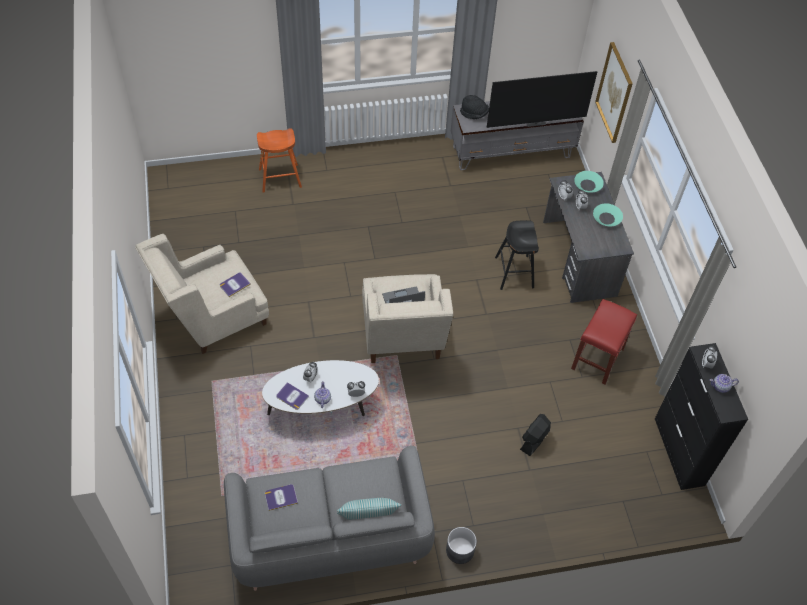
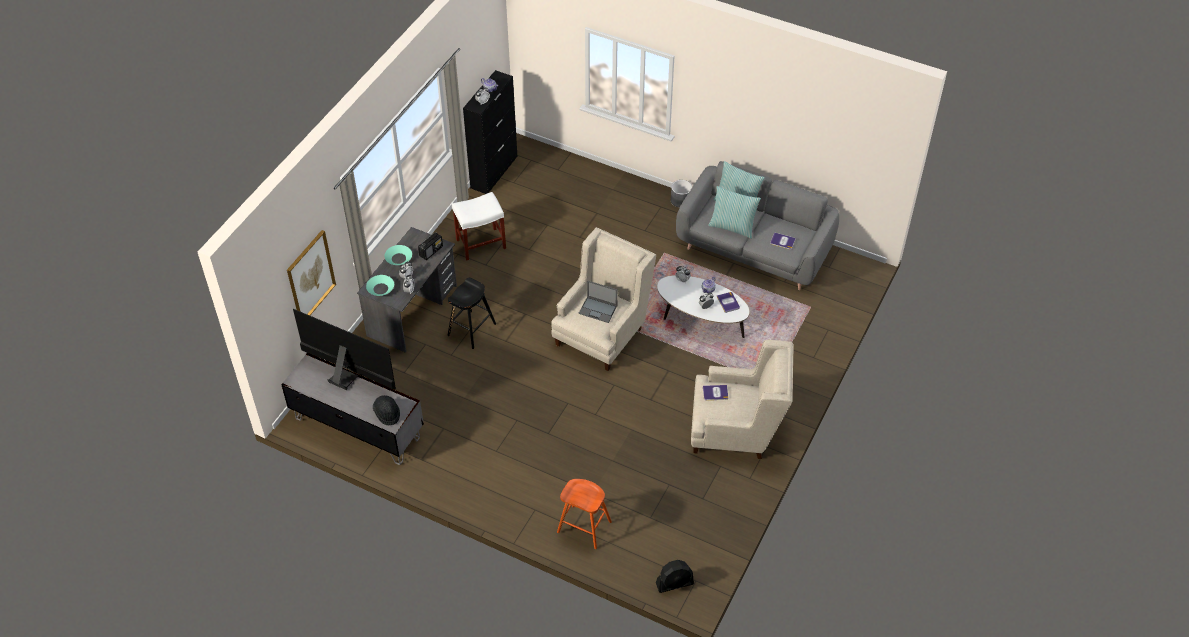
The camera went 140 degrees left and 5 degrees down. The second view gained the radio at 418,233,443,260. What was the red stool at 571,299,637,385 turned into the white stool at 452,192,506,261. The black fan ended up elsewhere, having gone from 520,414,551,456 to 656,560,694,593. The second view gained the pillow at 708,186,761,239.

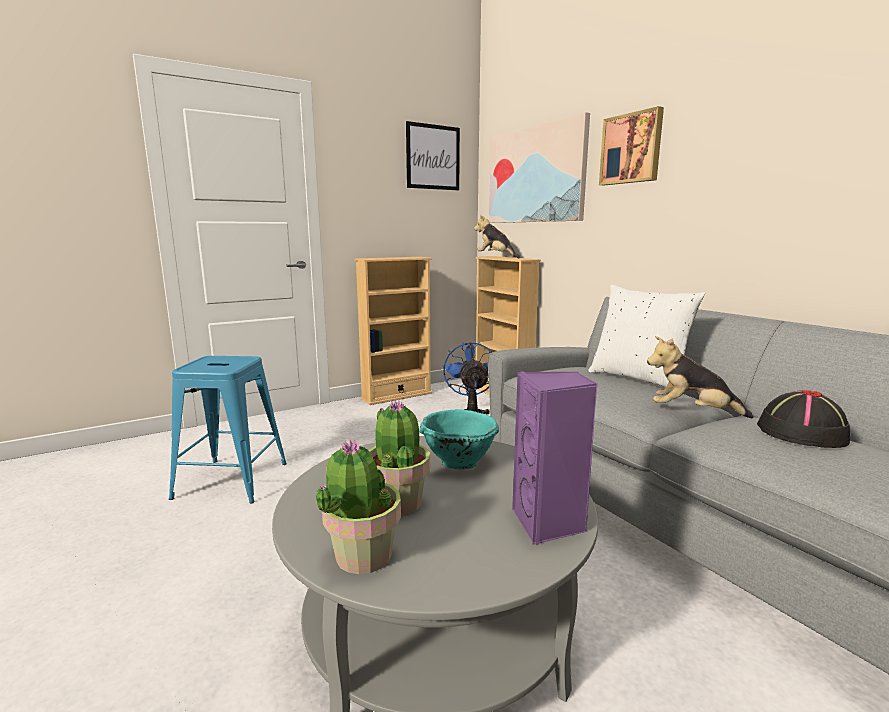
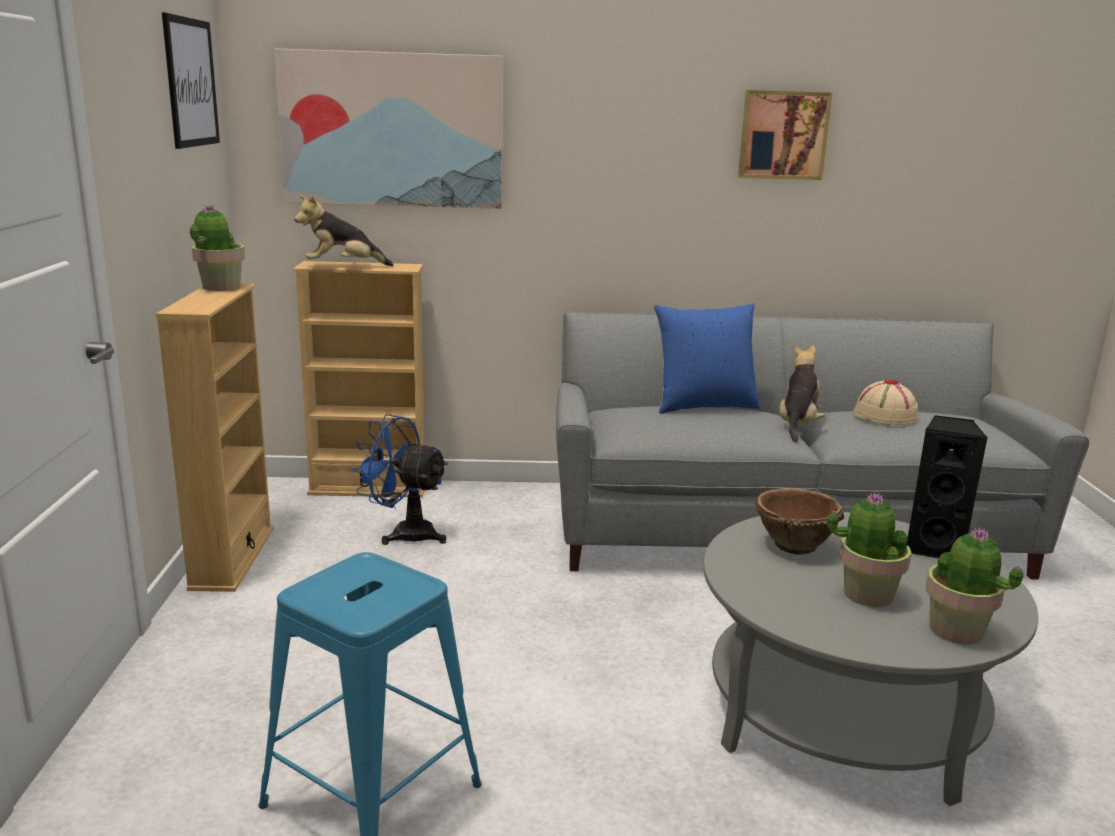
The camera went 60 degrees left and 5 degrees up. The second view gained the potted plant at 190,205,245,291. What was the white pillow at 588,285,705,387 turned into the blue pillow at 654,303,760,414. The picture ended up elsewhere, having gone from 599,106,664,185 to 738,90,833,180. What was the turquoise bowl at 419,409,499,470 turned into the brown bowl at 755,488,844,555. The plush toy at 647,336,753,418 ended up facing another way, 150 degrees clockwise from before. What was the black hat at 757,390,850,448 turned into the beige hat at 853,380,919,425. What was the purple speaker at 512,371,598,545 turned into the black speaker at 907,415,987,558.

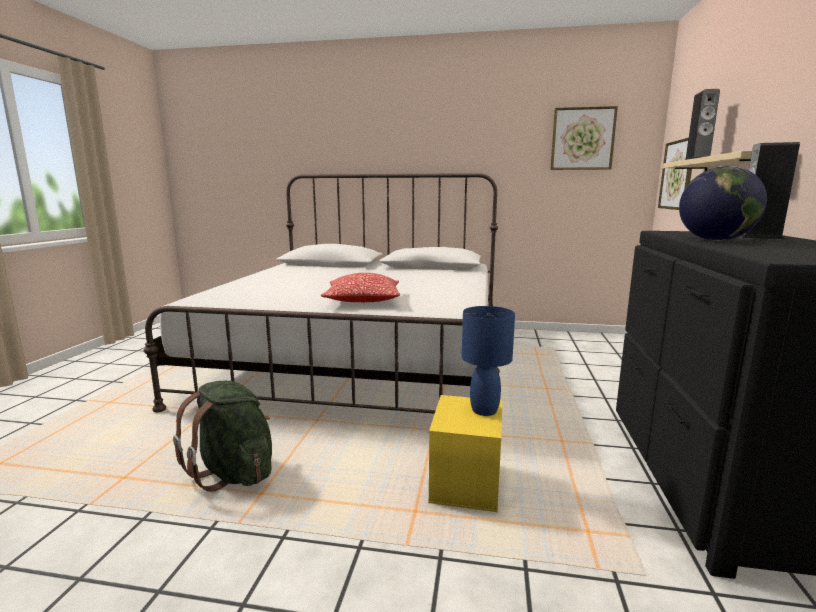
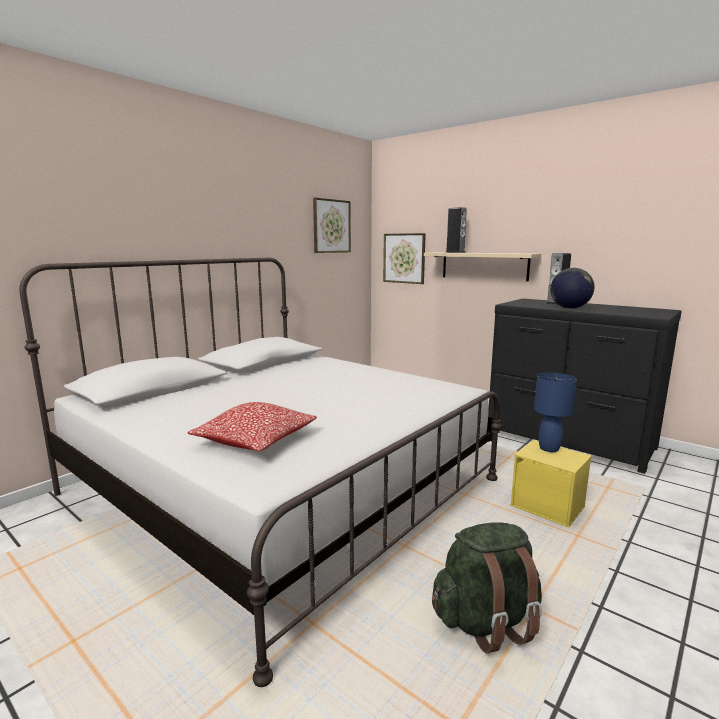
The camera went 60 degrees left and 0 degrees up. The pillow ended up elsewhere, having gone from 321,273,400,302 to 188,402,317,452.

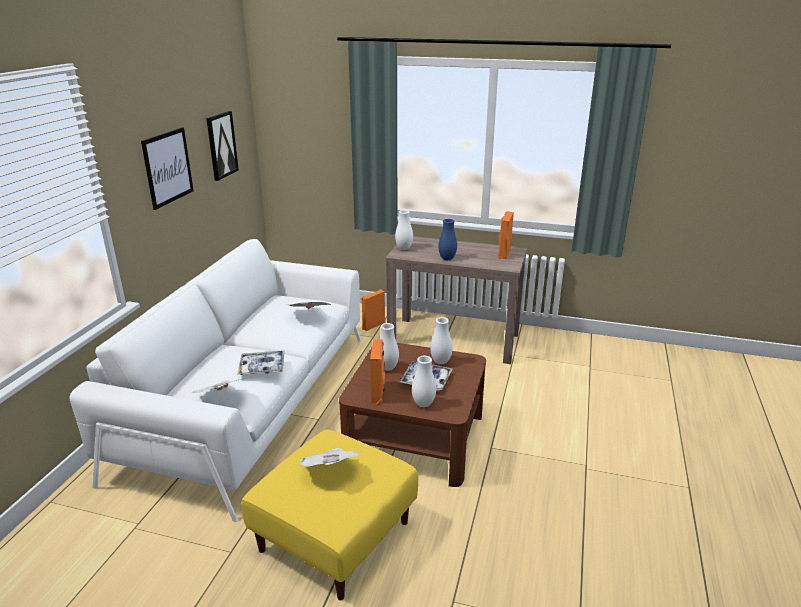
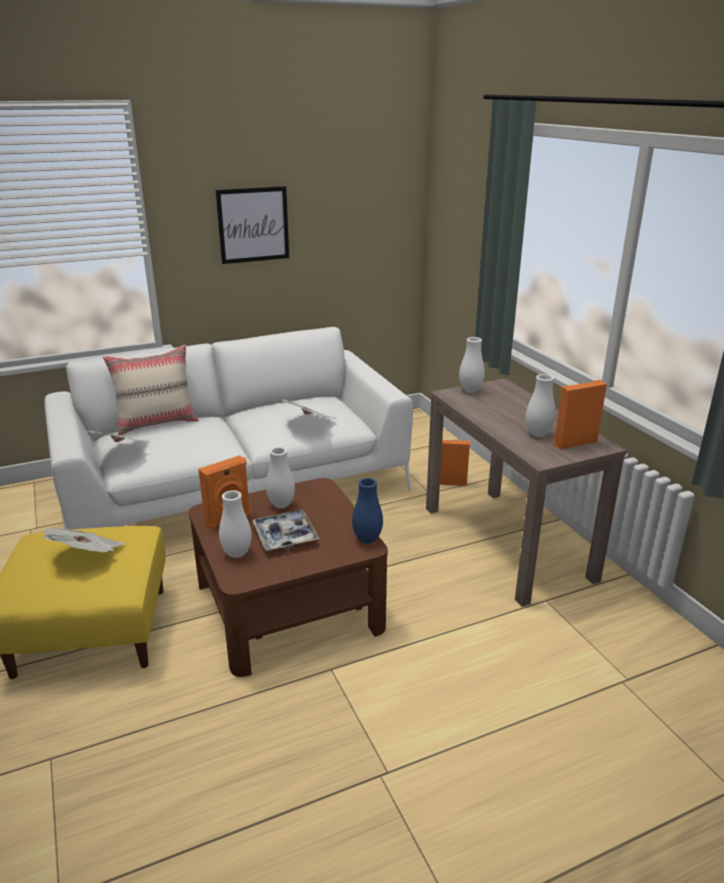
The camera went 50 degrees right and 0 degrees up. The second view gained the beige pillow at 103,345,199,436. The blue vase ended up elsewhere, having gone from 438,219,457,260 to 352,478,383,543. The white vase ended up elsewhere, having gone from 430,317,453,364 to 526,374,556,437. The second view lost the picture at 206,111,239,181. The second view lost the tray at 237,350,284,375.

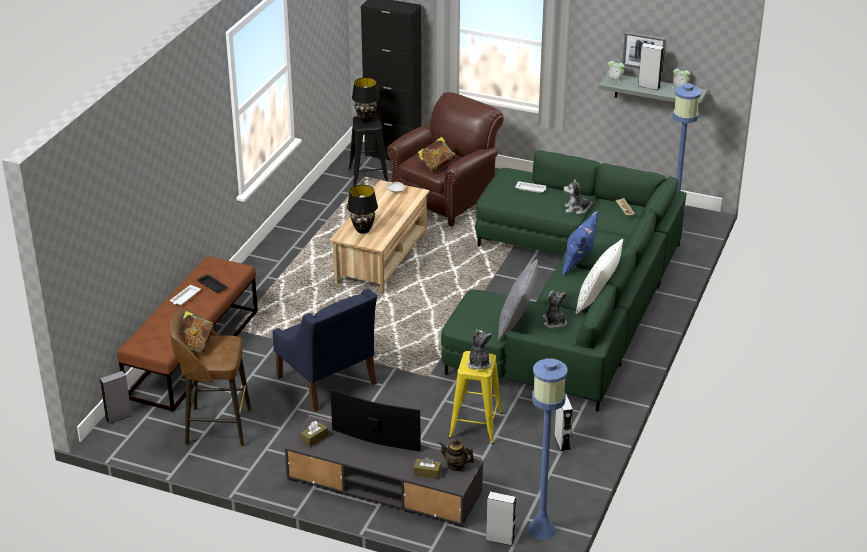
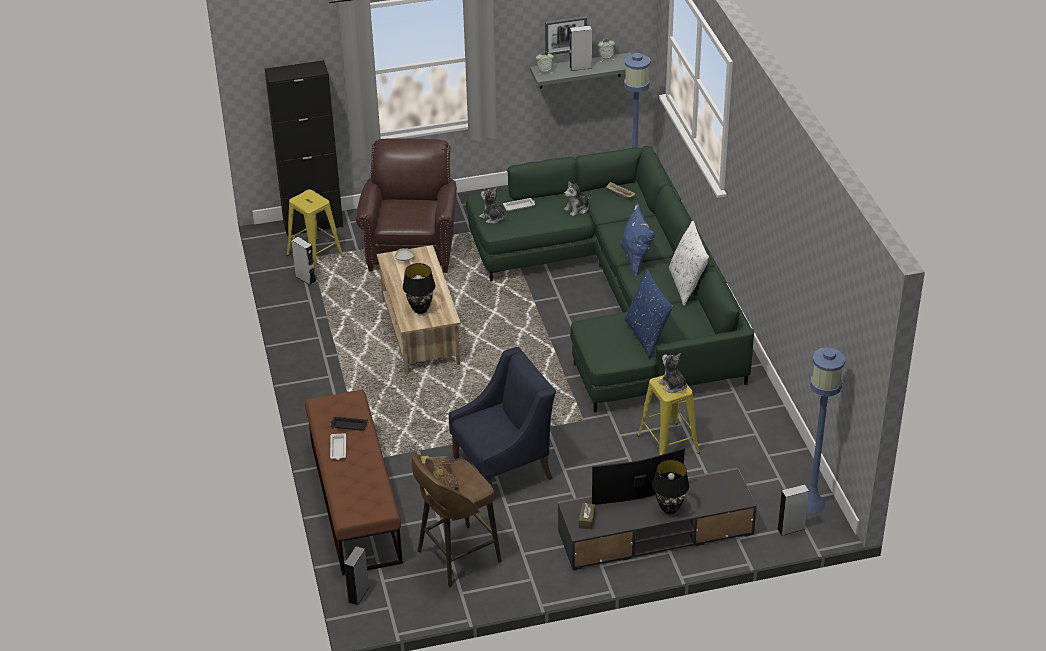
The camera went 35 degrees left and 5 degrees up. What was the black stool at 349,115,388,187 turned into the yellow stool at 286,189,344,268. The grey speaker ended up elsewhere, having gone from 554,394,573,452 to 292,237,317,285. The blue armchair at 272,288,377,412 ended up facing another way, 45 degrees counterclockwise from before. The plush toy ended up elsewhere, having gone from 543,290,567,329 to 479,187,507,224. What was the grey pillow at 498,259,538,340 turned into the blue pillow at 624,269,673,358. The black table lamp ended up elsewhere, having gone from 352,77,380,122 to 652,459,689,514. The second view lost the brown tissue box at 413,457,441,479. The second view lost the book at 418,137,456,173. The second view lost the teapot at 439,439,475,472.

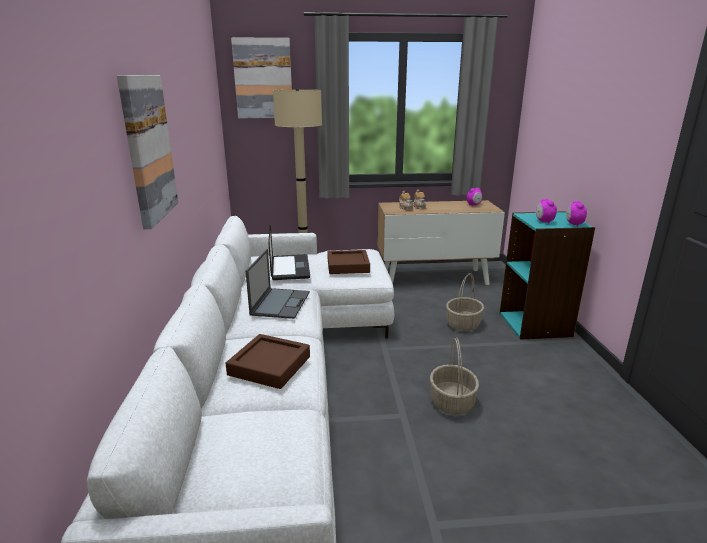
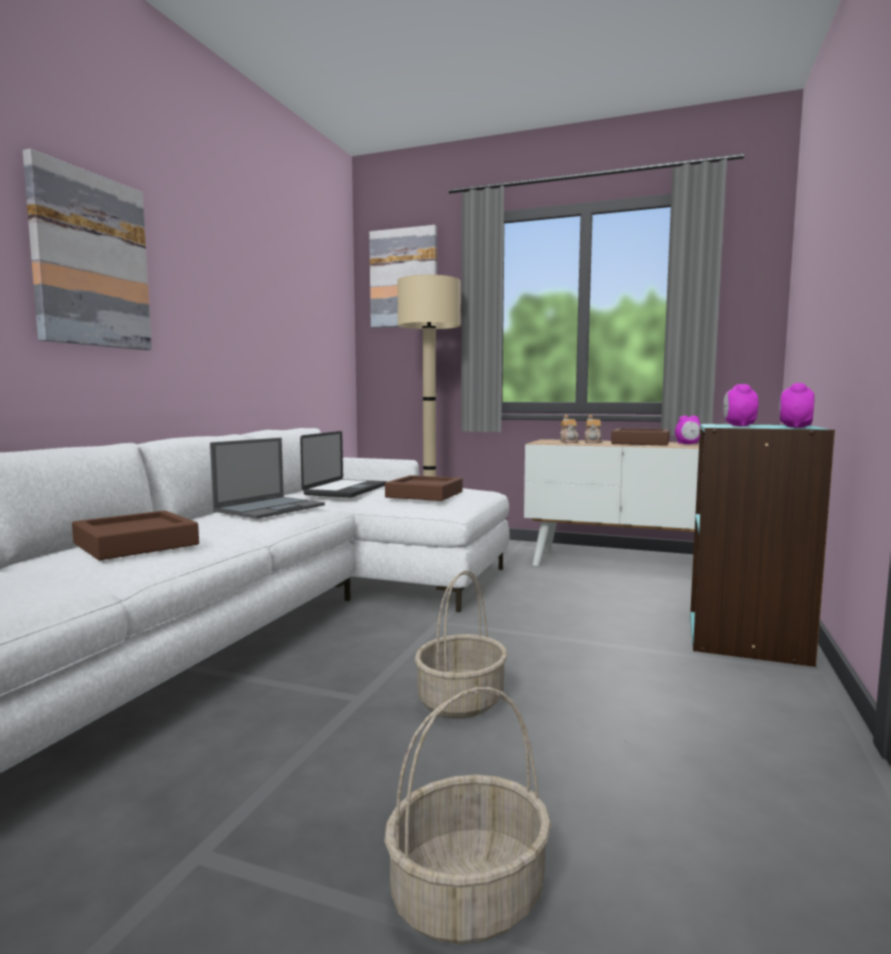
The camera went 25 degrees right and 15 degrees down. The basket ended up elsewhere, having gone from 446,273,484,331 to 384,687,551,945. The second view gained the brown tray at 611,428,670,446.

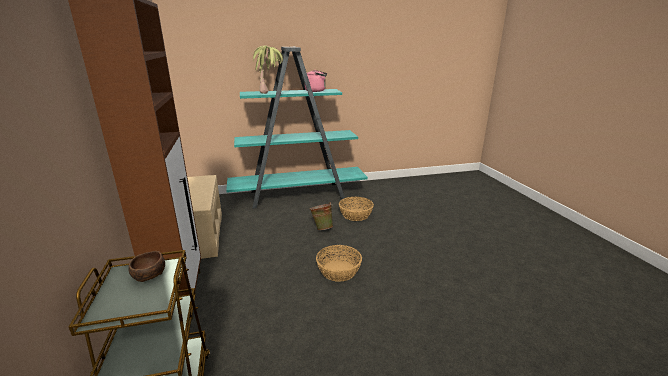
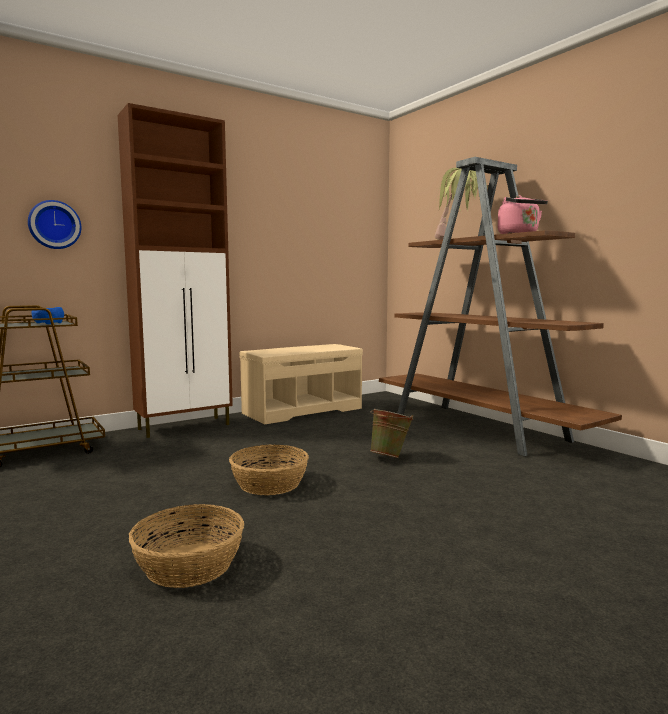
The camera went 70 degrees right and 15 degrees down. The second view gained the wall clock at 28,200,81,249. What was the brown bowl at 128,251,165,282 turned into the blue bowl at 31,307,64,324. The basket ended up elsewhere, having gone from 339,197,374,221 to 129,504,244,588. What was the turquoise bookcase at 226,47,368,209 turned into the brown bookcase at 379,157,622,457.

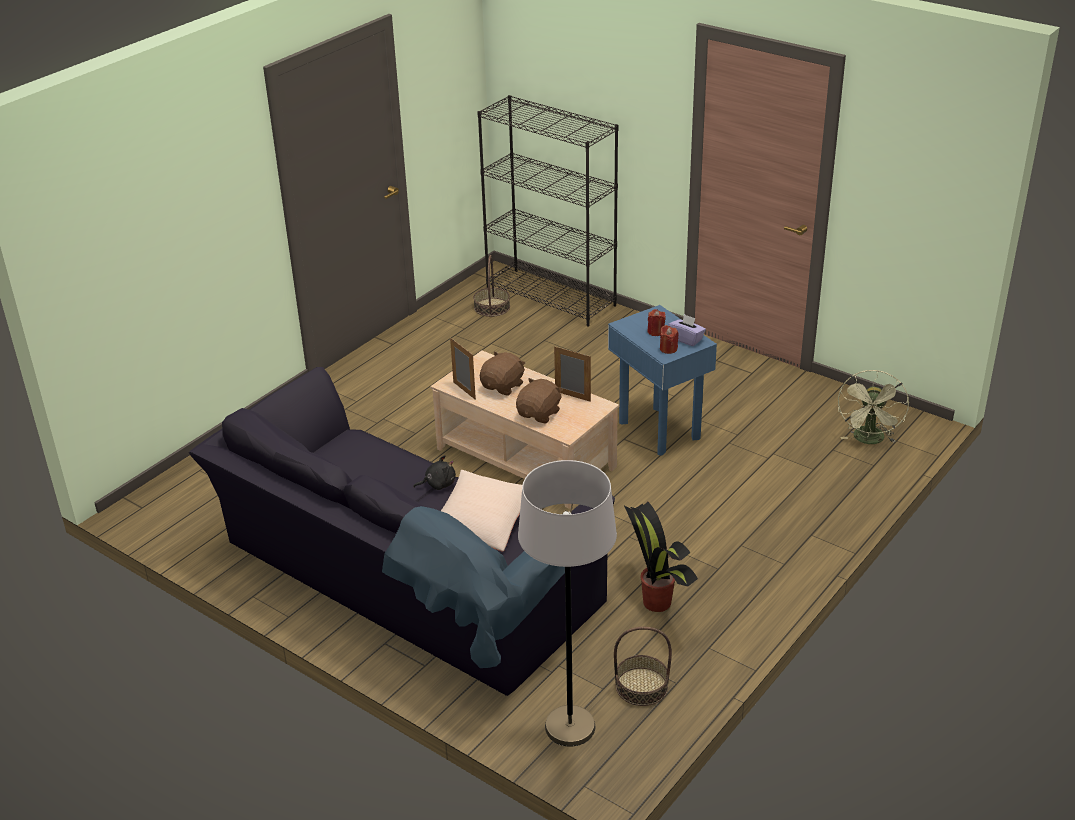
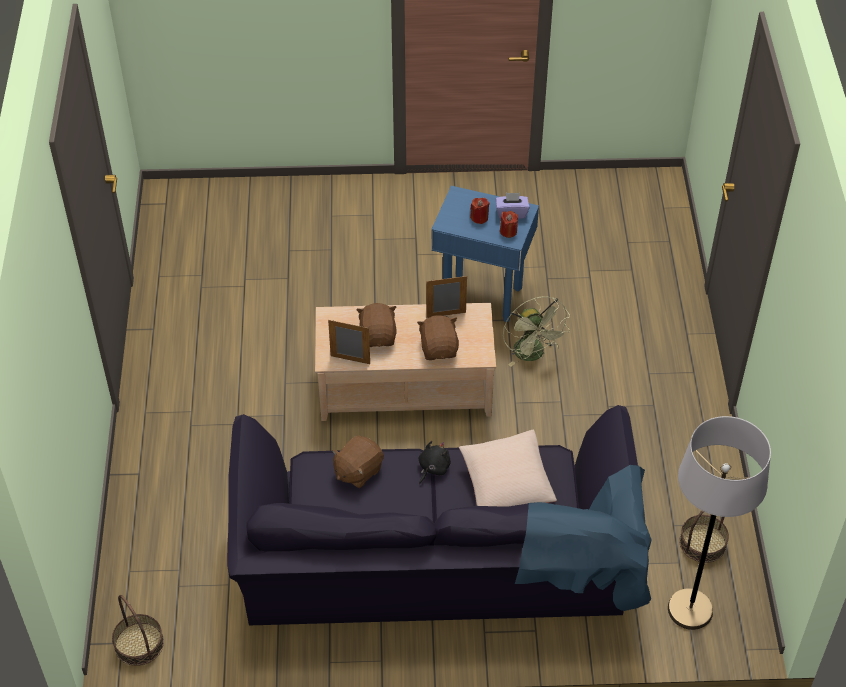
The camera went 40 degrees left and 15 degrees up. The basket ended up elsewhere, having gone from 473,255,510,317 to 112,595,164,666. The second view gained the brown plush toy at 332,435,384,488. The green fan ended up elsewhere, having gone from 838,370,909,444 to 503,296,570,367. The second view lost the black bookcase at 477,95,618,327. The second view lost the potted plant at 624,502,698,612.

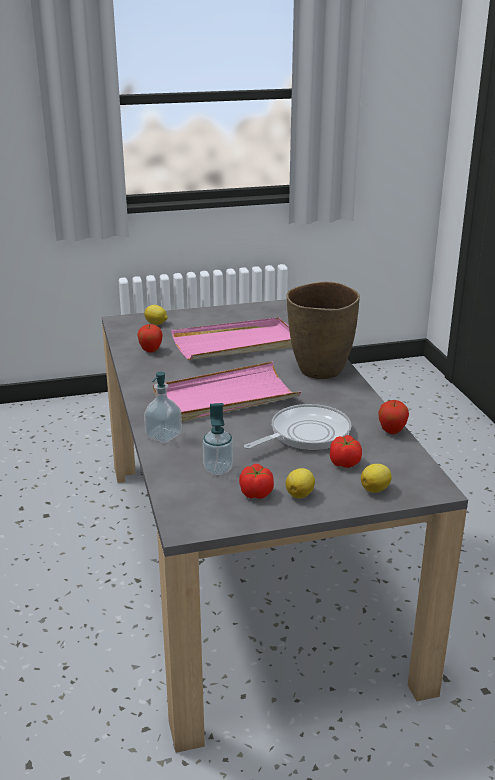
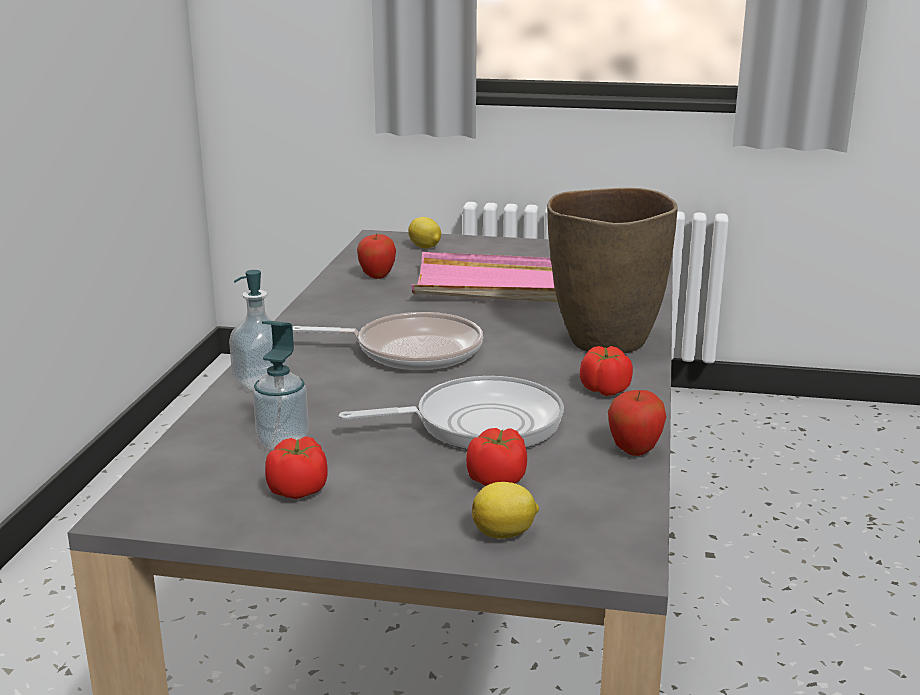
The camera went 25 degrees right and 5 degrees down. Where the pink tray stood at 153,361,301,422, the frying pan came to stand at 292,312,483,370. The second view gained the tomato at 580,346,633,396. The second view lost the lemon at 286,468,315,499.

